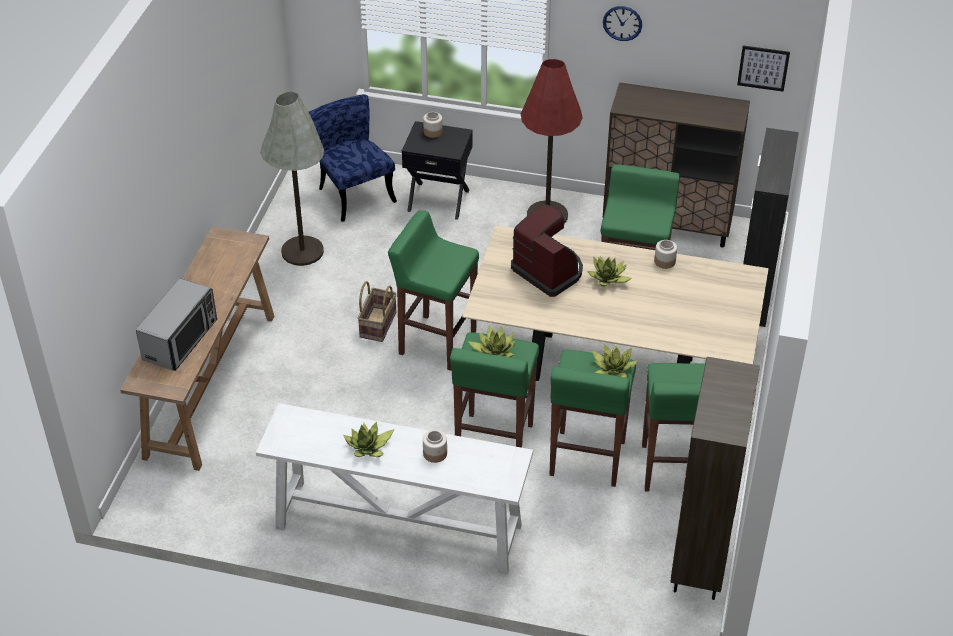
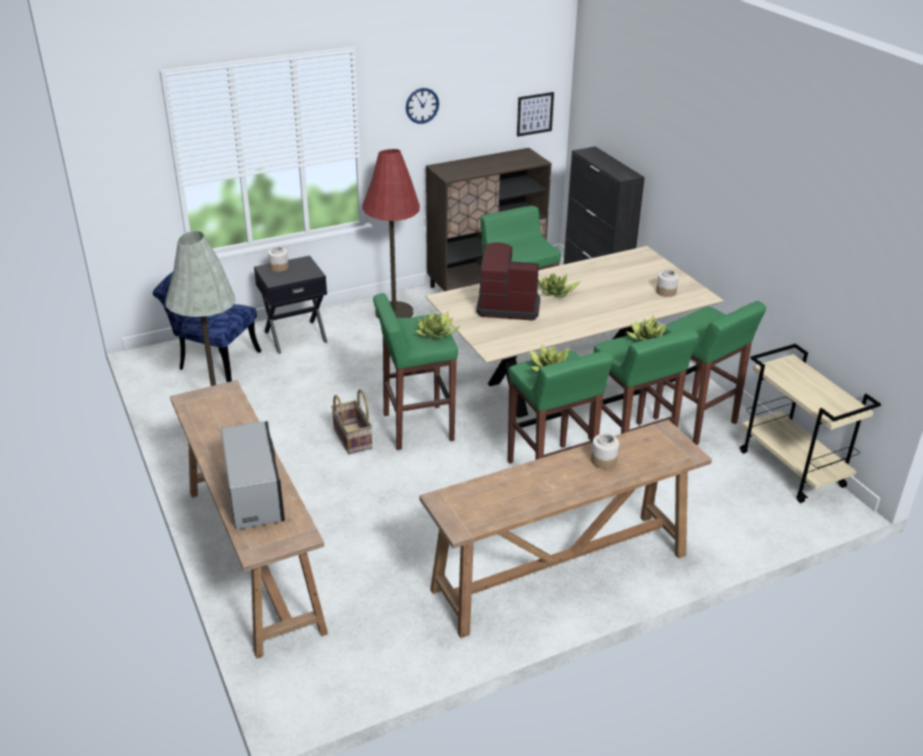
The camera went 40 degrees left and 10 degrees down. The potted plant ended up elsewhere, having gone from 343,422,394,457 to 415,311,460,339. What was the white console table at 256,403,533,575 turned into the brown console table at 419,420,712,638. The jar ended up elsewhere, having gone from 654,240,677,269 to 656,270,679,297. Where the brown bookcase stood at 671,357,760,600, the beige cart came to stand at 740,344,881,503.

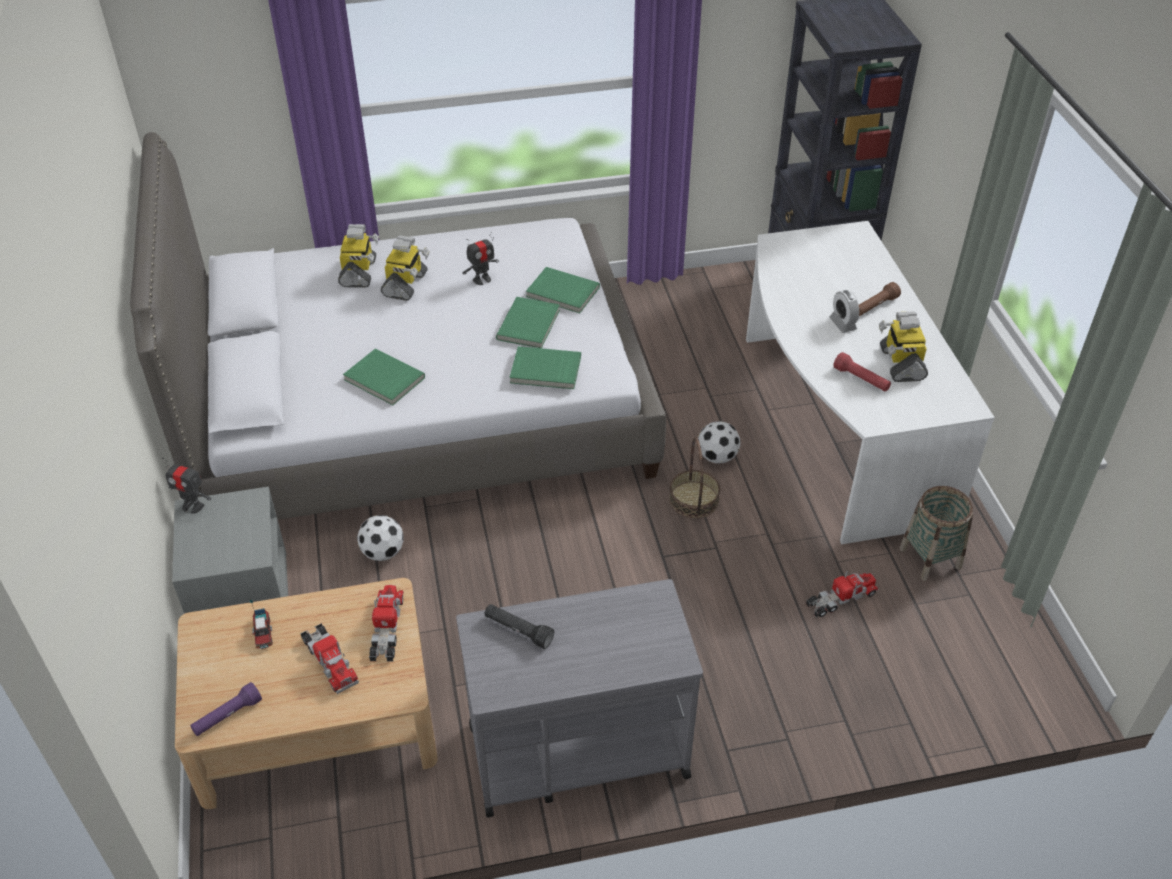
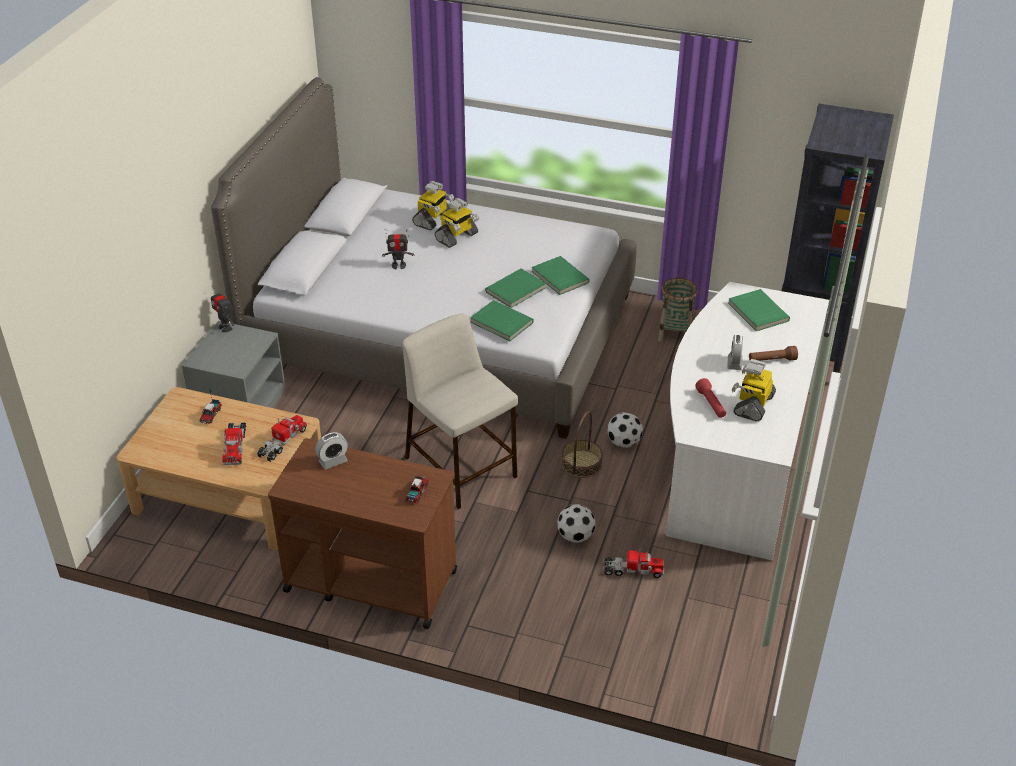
The camera went 30 degrees right and 5 degrees down. What was the grey cart at 456,579,703,817 turned into the brown cart at 268,438,457,629. Where the black flashlight stood at 485,604,554,649, the alarm clock came to stand at 315,432,348,470. The toy robot ended up elsewhere, having gone from 462,232,499,285 to 382,229,415,269. The second view gained the beige stool at 403,314,518,509. The second view gained the toy truck at 405,476,429,504. The football ended up elsewhere, having gone from 357,515,404,561 to 557,504,595,543. The basket ended up elsewhere, having gone from 900,486,973,581 to 658,277,698,342. The green book ended up elsewhere, having gone from 343,349,425,405 to 728,289,790,331. The second view lost the purple flashlight at 190,682,262,736.

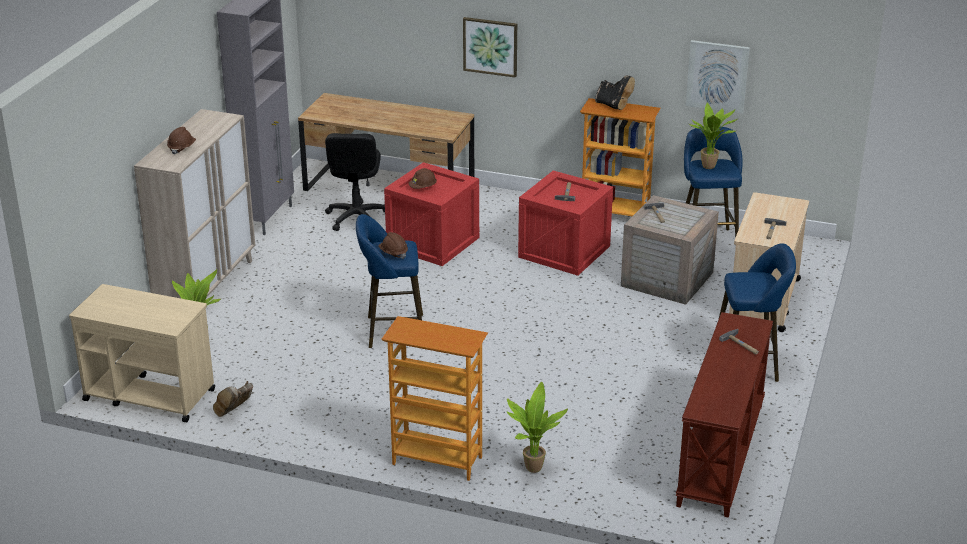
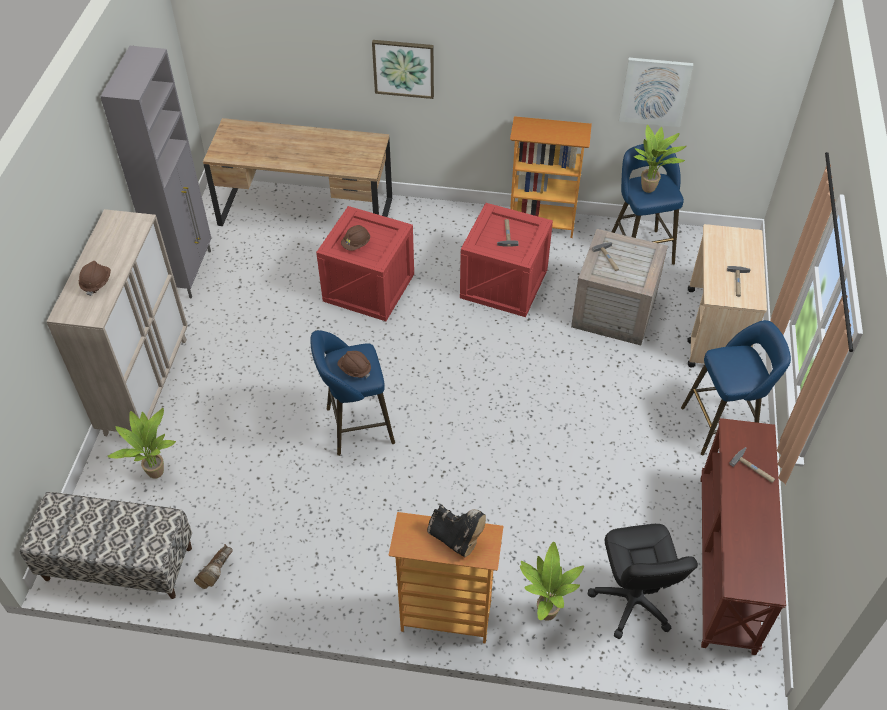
The camera went 10 degrees left and 20 degrees up. Where the beige cart stood at 69,284,215,422, the bench came to stand at 20,492,192,599. The black boot ended up elsewhere, having gone from 595,75,635,110 to 427,504,486,557. The black office chair ended up elsewhere, having gone from 325,133,385,231 to 588,524,698,639.

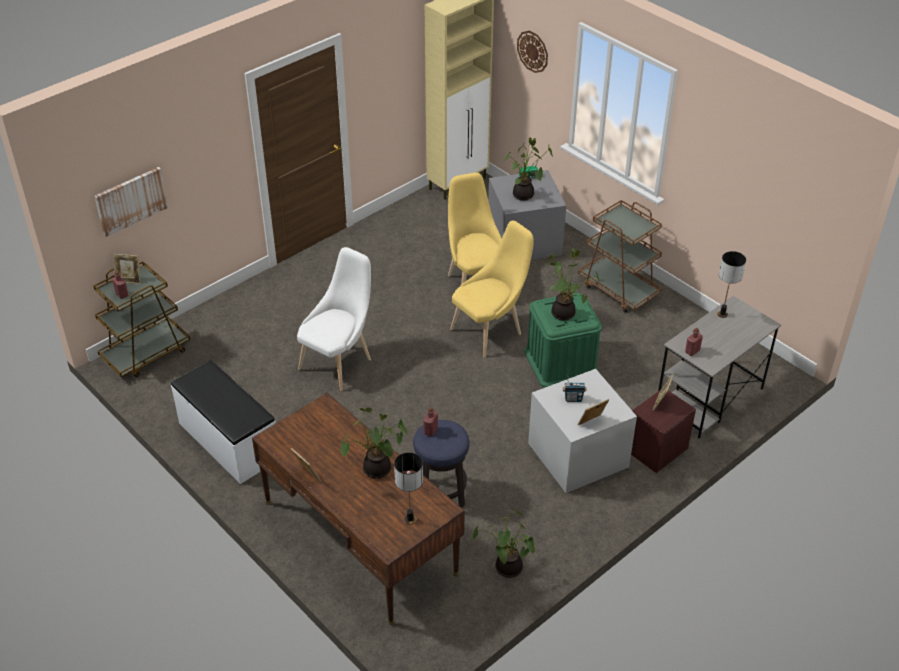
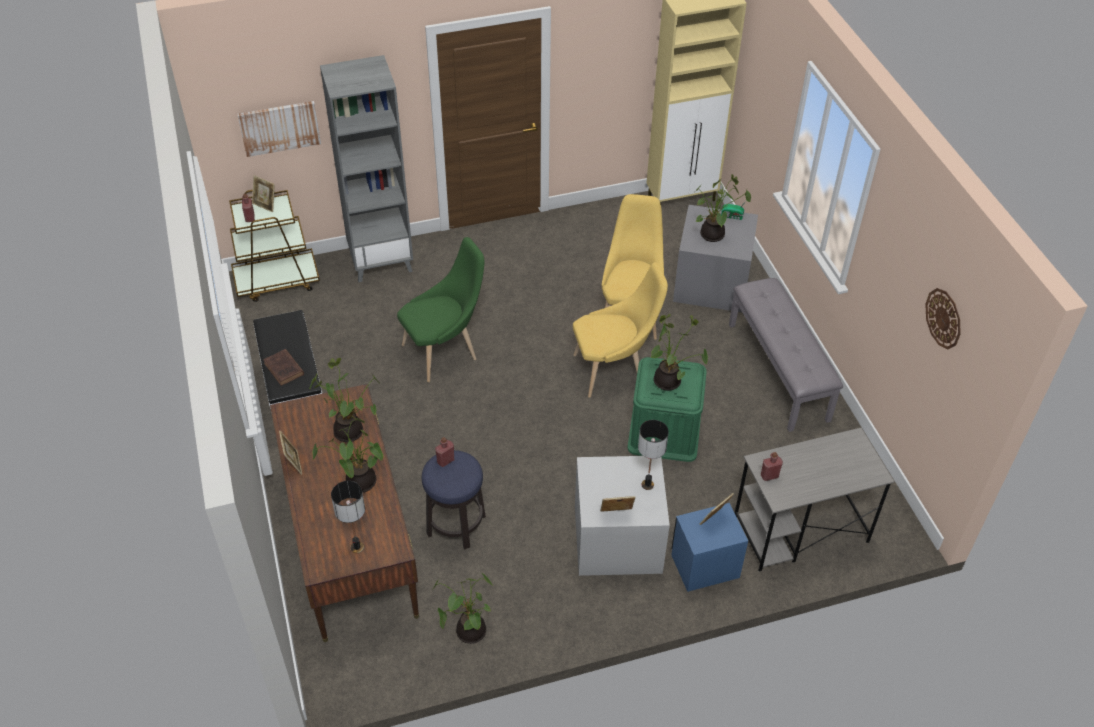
The camera went 25 degrees right and 5 degrees up. The second view gained the brown book at 263,349,304,386. The second view gained the potted plant at 309,358,380,442. The second view gained the grey bookcase at 320,55,413,282. What was the white chair at 297,247,371,391 turned into the green chair at 397,237,484,382. The table lamp ended up elsewhere, having gone from 717,251,746,318 to 638,420,669,490. What was the brown nightstand at 631,389,696,473 turned into the blue nightstand at 671,503,748,592. Where the brown cart stood at 578,200,662,313, the grey bench came to stand at 729,278,843,432. The wall clock ended up elsewhere, having gone from 517,31,548,73 to 925,288,961,349. The second view lost the radio at 563,375,586,402.

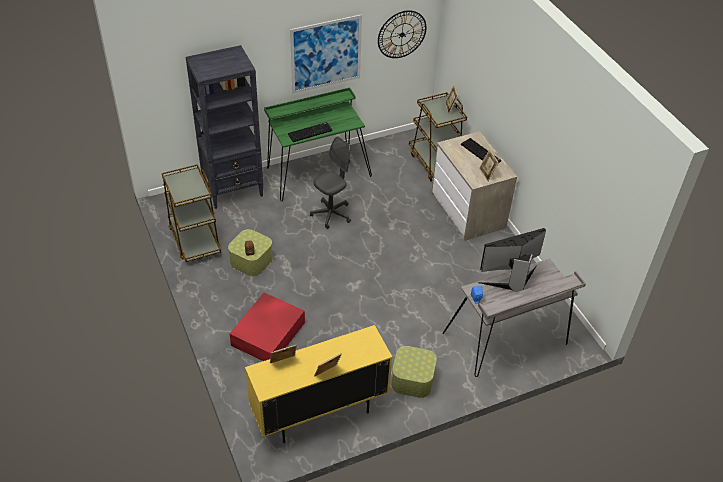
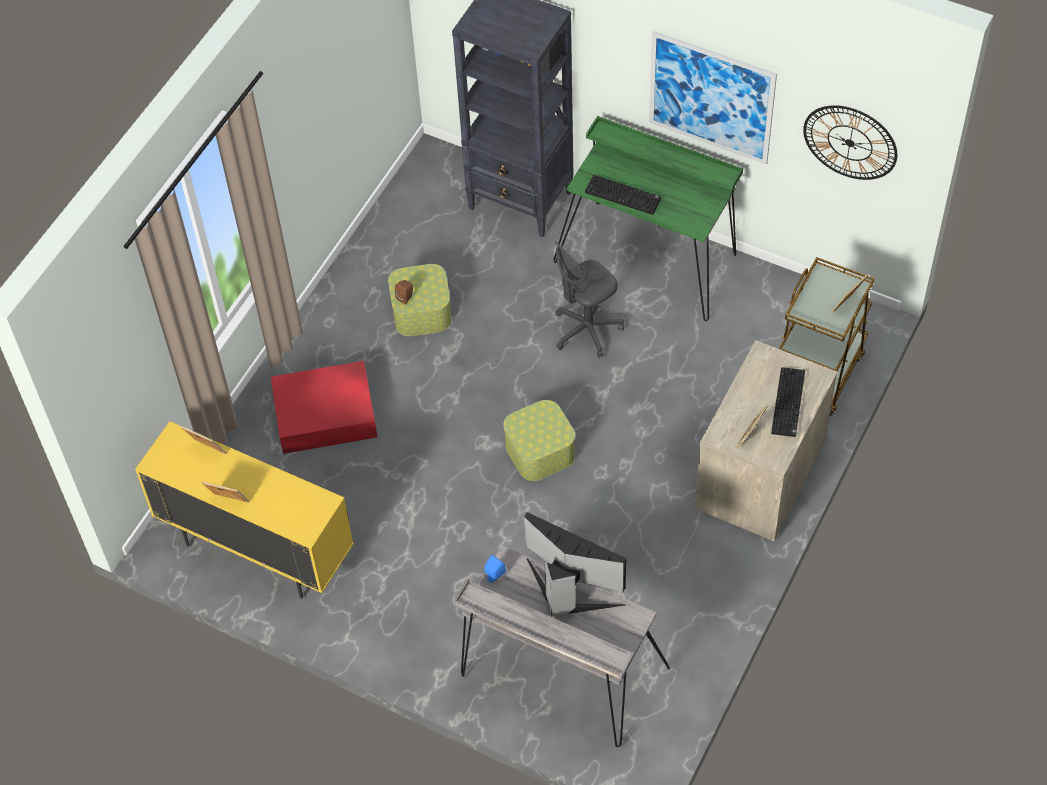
The camera went 55 degrees right and 10 degrees up. The storage box ended up elsewhere, having gone from 391,346,437,398 to 503,400,575,481. The grey office chair at 310,136,351,229 ended up facing another way, 135 degrees clockwise from before. The second view lost the brown cart at 162,164,221,262.

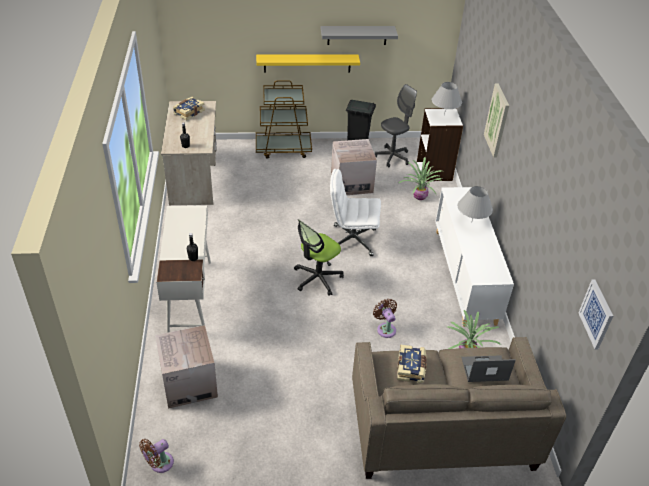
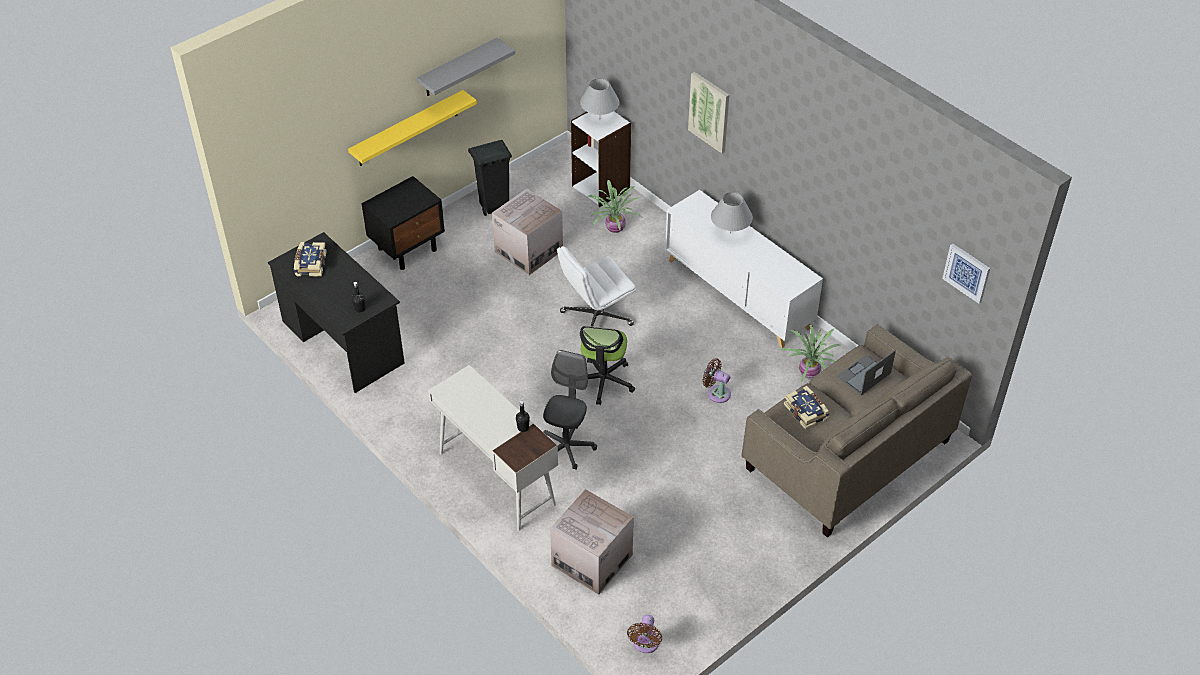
The camera went 35 degrees left and 5 degrees up. What was the beige desk at 161,101,217,206 turned into the black desk at 268,232,405,393. Where the brown cart stood at 256,80,312,159, the black nightstand came to stand at 361,176,445,270. The grey office chair ended up elsewhere, having gone from 375,84,417,168 to 543,350,597,470.

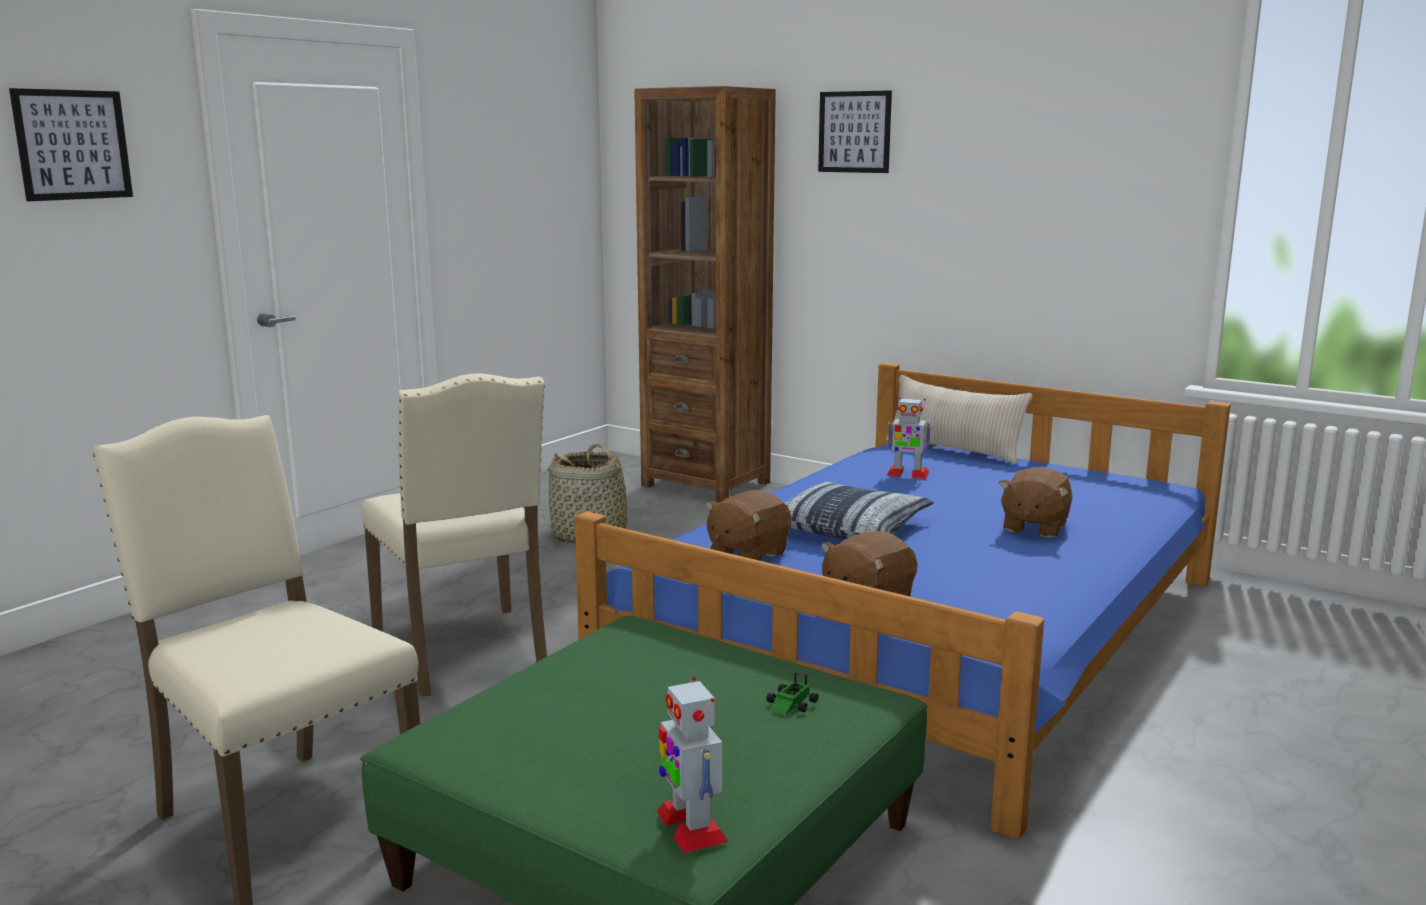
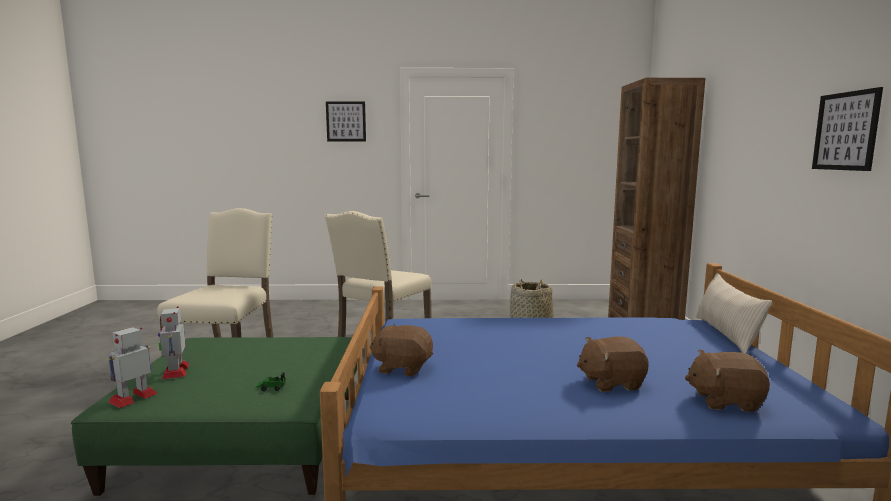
The camera went 55 degrees right and 5 degrees down. The toy robot ended up elsewhere, having gone from 886,397,931,479 to 158,306,189,379. The brown plush toy ended up elsewhere, having gone from 705,490,792,561 to 685,350,770,412. The picture ended up elsewhere, having gone from 818,90,892,173 to 812,87,883,171. The second view lost the pillow at 785,482,934,539.

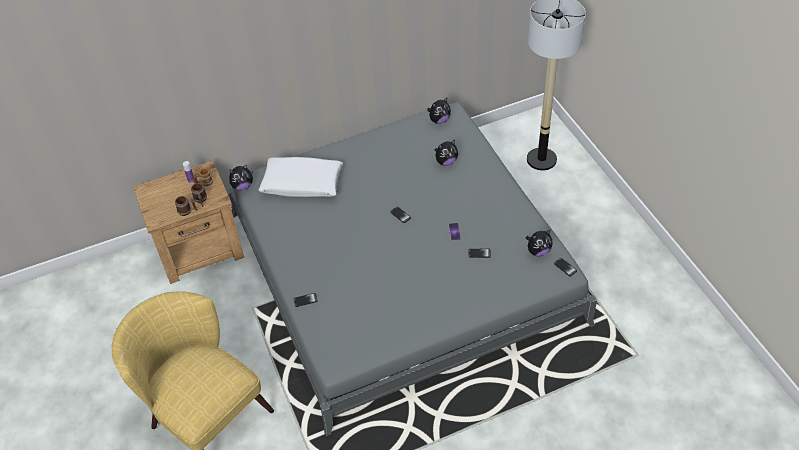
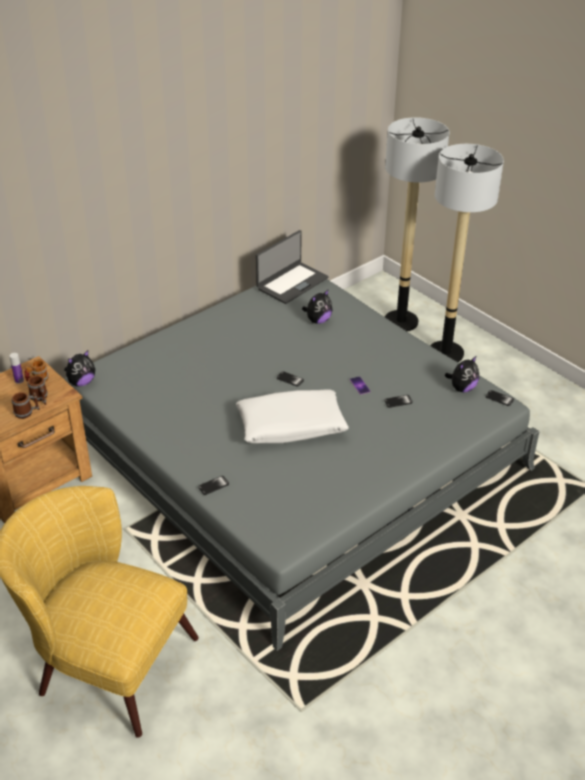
The camera went 20 degrees left and 10 degrees down. The white pillow ended up elsewhere, having gone from 258,157,343,197 to 236,389,349,443. Where the plush toy stood at 427,98,451,124, the laptop came to stand at 256,230,329,304. The second view gained the floor lamp at 430,144,504,362.

